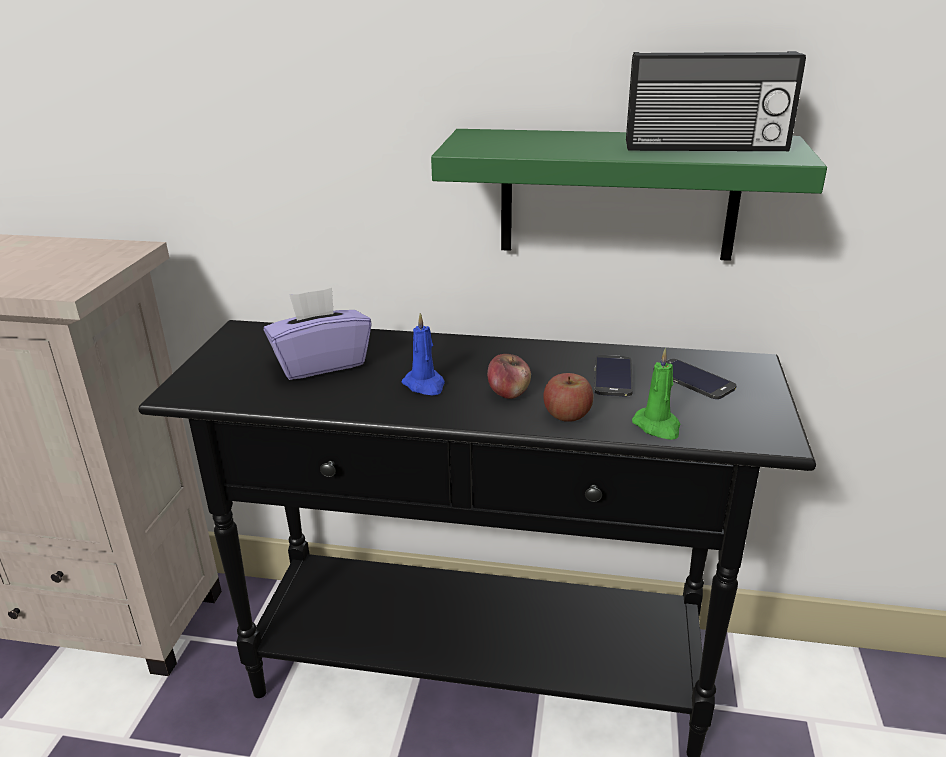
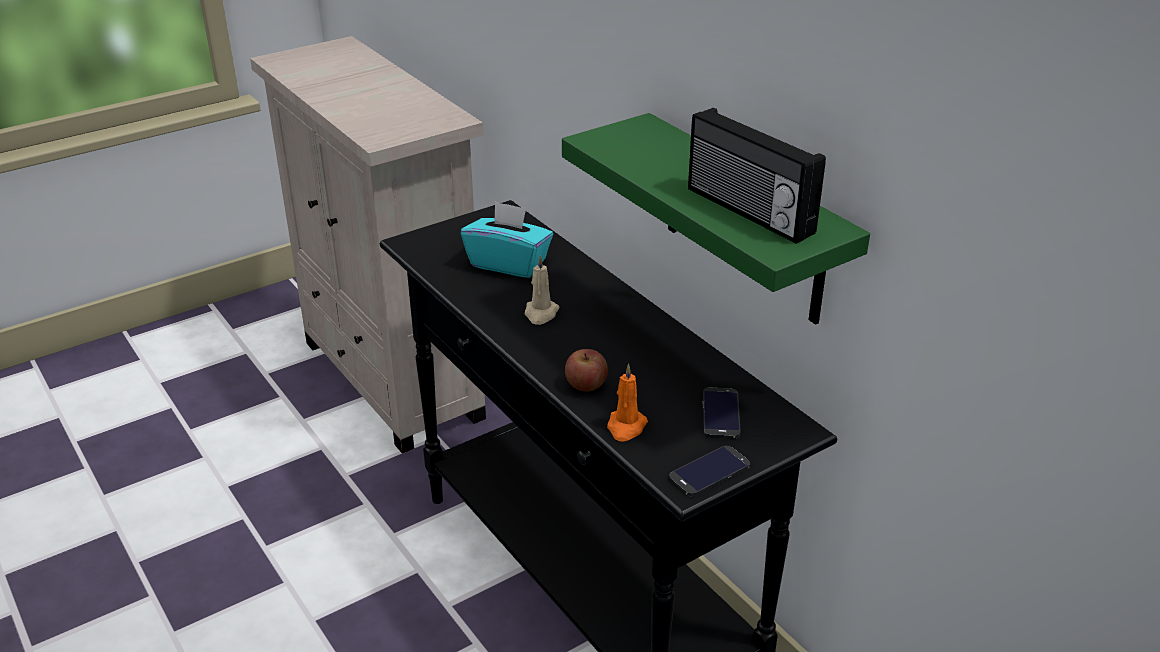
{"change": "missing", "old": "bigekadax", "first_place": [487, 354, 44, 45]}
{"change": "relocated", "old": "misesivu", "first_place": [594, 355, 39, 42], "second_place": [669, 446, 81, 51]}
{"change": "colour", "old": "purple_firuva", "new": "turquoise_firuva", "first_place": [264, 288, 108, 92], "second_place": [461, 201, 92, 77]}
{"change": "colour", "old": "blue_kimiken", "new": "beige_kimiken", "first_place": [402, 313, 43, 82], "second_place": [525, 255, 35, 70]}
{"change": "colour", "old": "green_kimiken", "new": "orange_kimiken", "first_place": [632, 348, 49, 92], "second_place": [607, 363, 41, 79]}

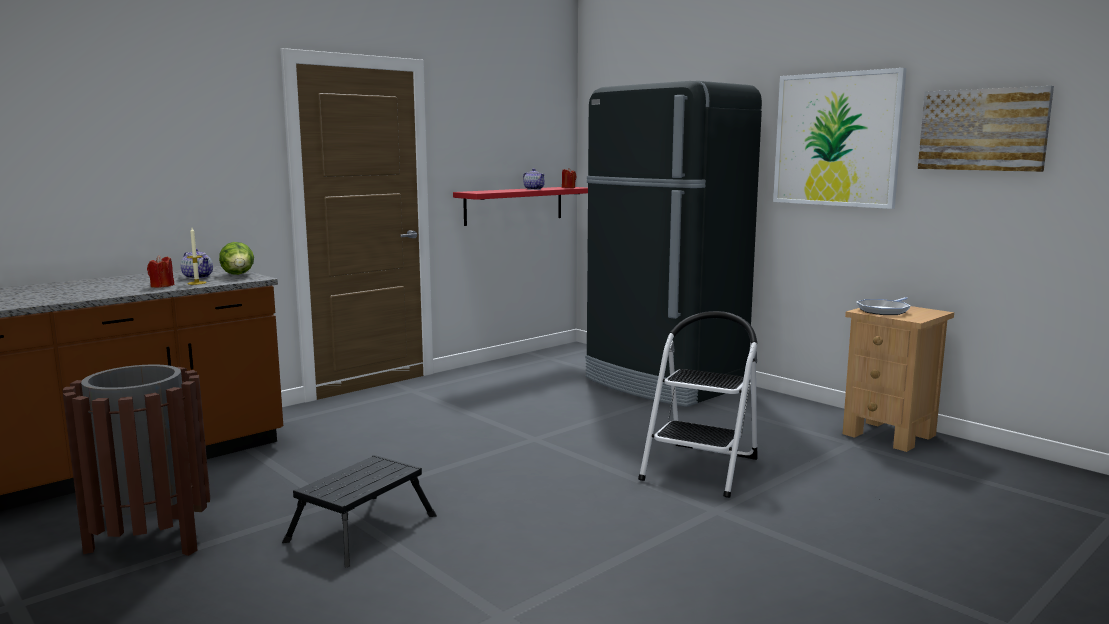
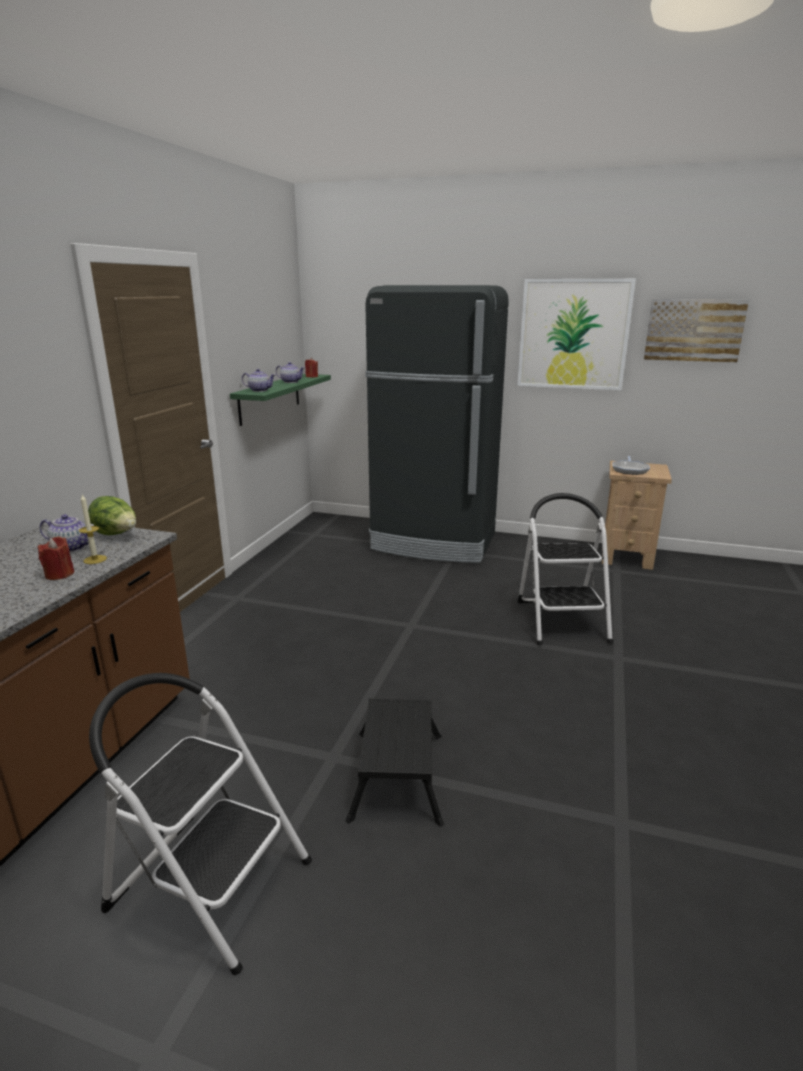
{"change": "appeared", "new": "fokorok", "second_place": [242, 369, 33, 23]}
{"change": "exchanged", "old": "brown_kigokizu", "new": "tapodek", "first_place": [62, 364, 148, 192], "second_place": [89, 673, 223, 302]}
{"change": "colour", "old": "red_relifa", "new": "green_relifa", "first_place": [453, 187, 135, 39], "second_place": [230, 374, 101, 52]}

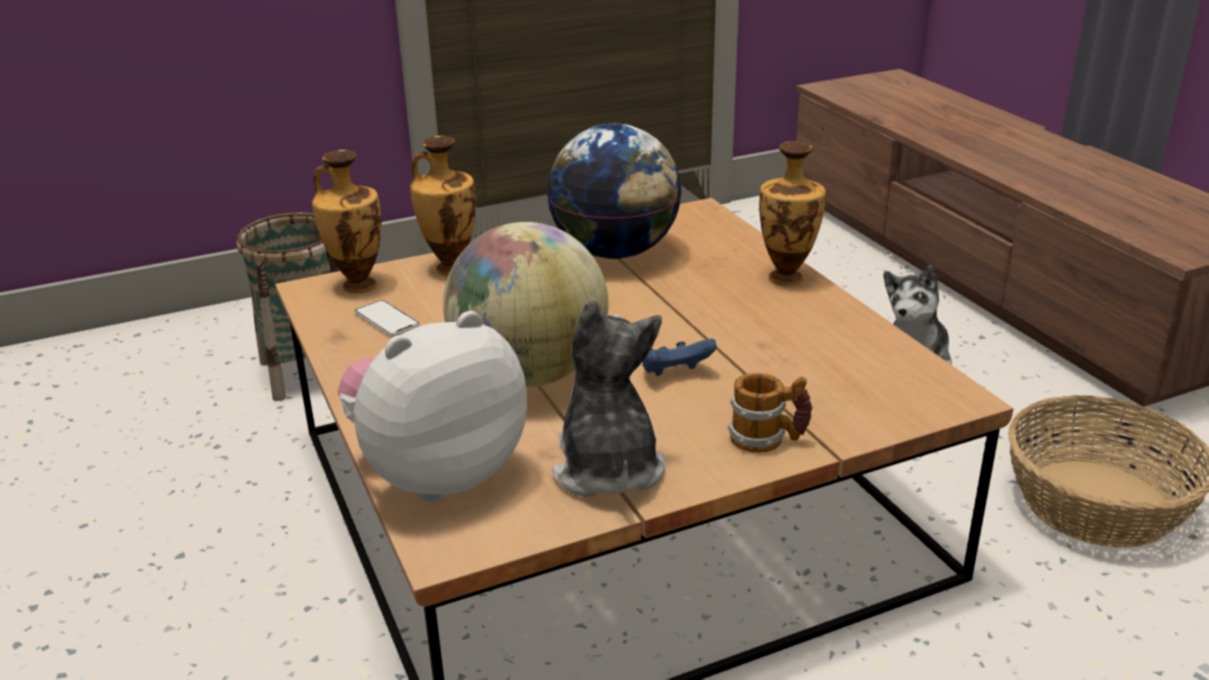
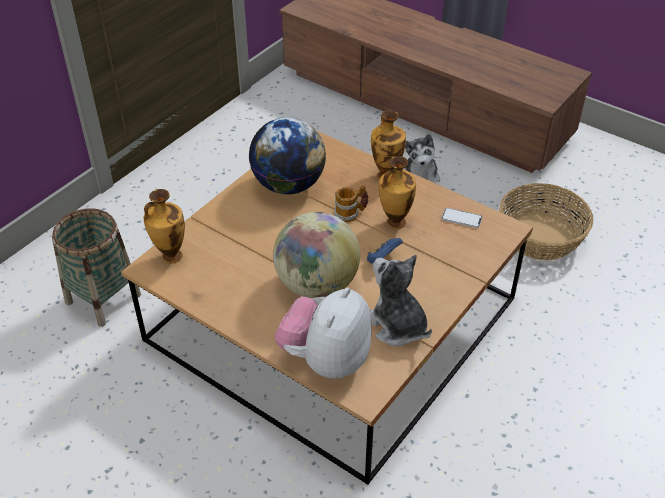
{"change": "relocated", "old": "misesivu", "first_place": [354, 300, 66, 36], "second_place": [441, 208, 42, 20]}
{"change": "relocated", "old": "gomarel", "first_place": [410, 136, 66, 140], "second_place": [379, 156, 37, 73]}
{"change": "relocated", "old": "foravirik", "first_place": [728, 373, 84, 80], "second_place": [334, 185, 34, 37]}

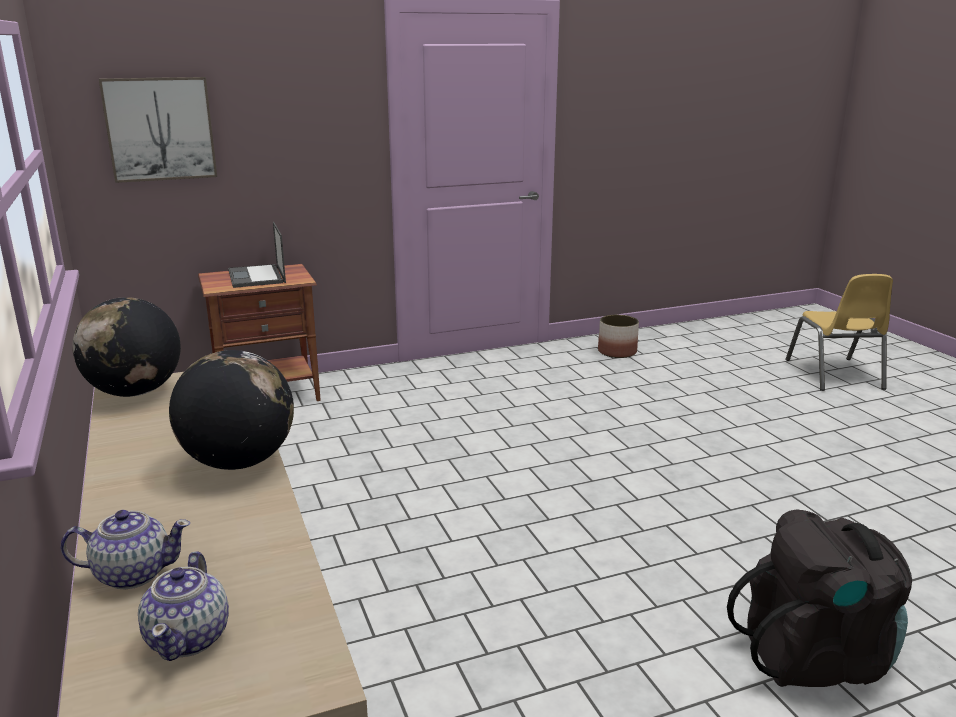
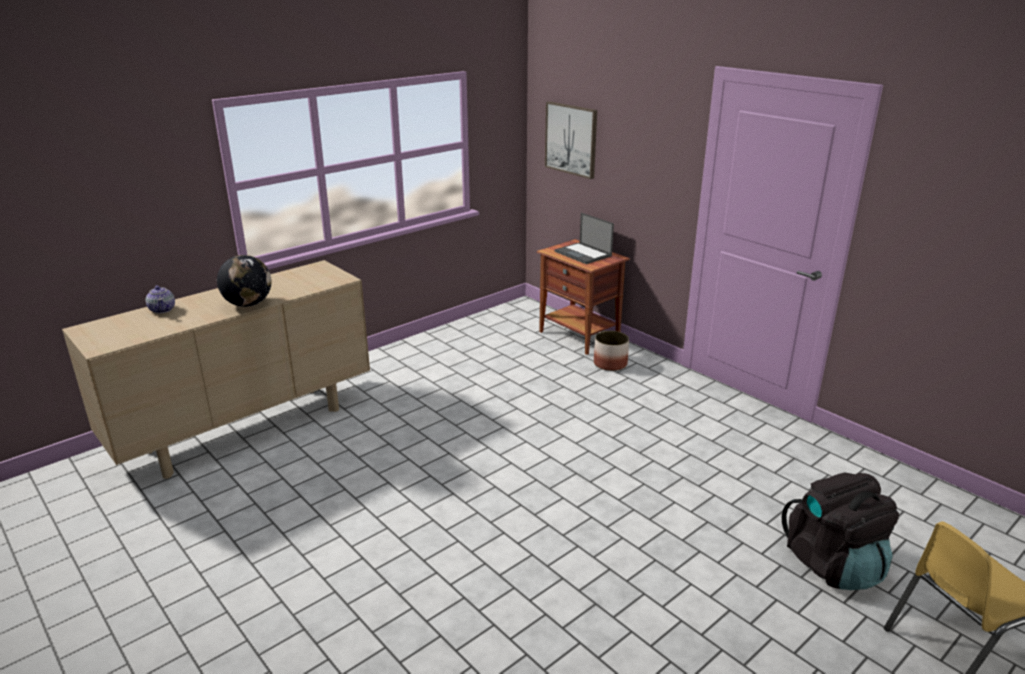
{"change": "missing", "old": "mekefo", "first_place": [72, 297, 109, 100]}
{"change": "missing", "old": "fokorok", "first_place": [138, 551, 91, 110]}
{"change": "relocated", "old": "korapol", "first_place": [598, 315, 41, 43], "second_place": [594, 331, 35, 40]}
{"change": "relocated", "old": "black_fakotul", "first_place": [727, 509, 185, 178], "second_place": [782, 472, 117, 118]}
{"change": "spun", "old": "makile", "first_place": [228, 222, 58, 66], "second_place": [555, 213, 59, 51], "degrees": -90}

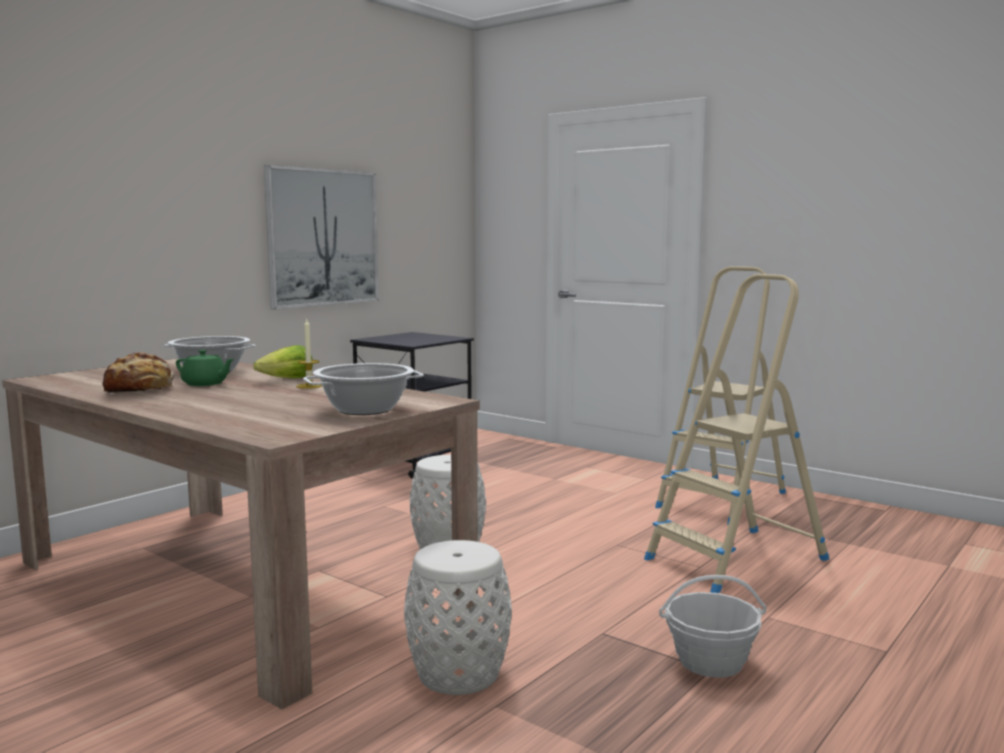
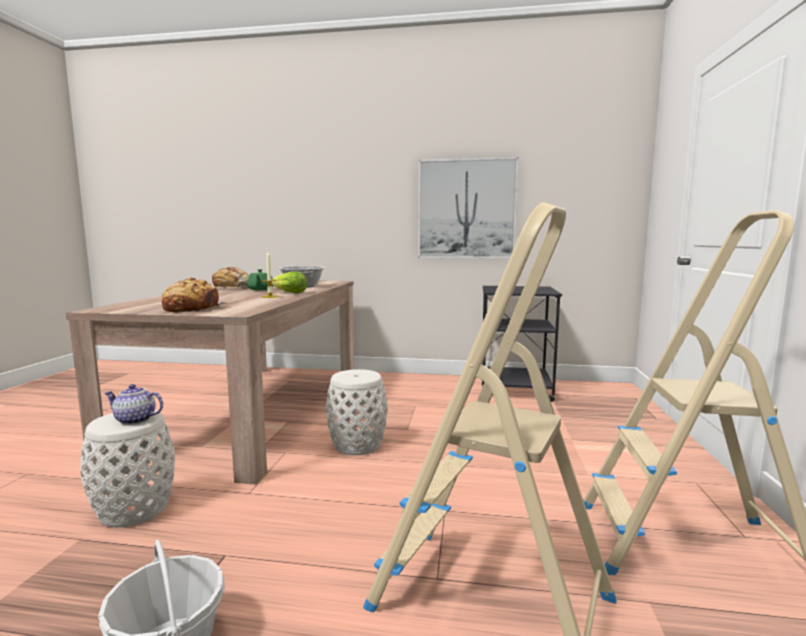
{"change": "appeared", "new": "fokorok", "second_place": [105, 384, 58, 41]}
{"change": "exchanged", "old": "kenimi", "new": "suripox", "first_place": [303, 363, 121, 52], "second_place": [162, 278, 65, 34]}

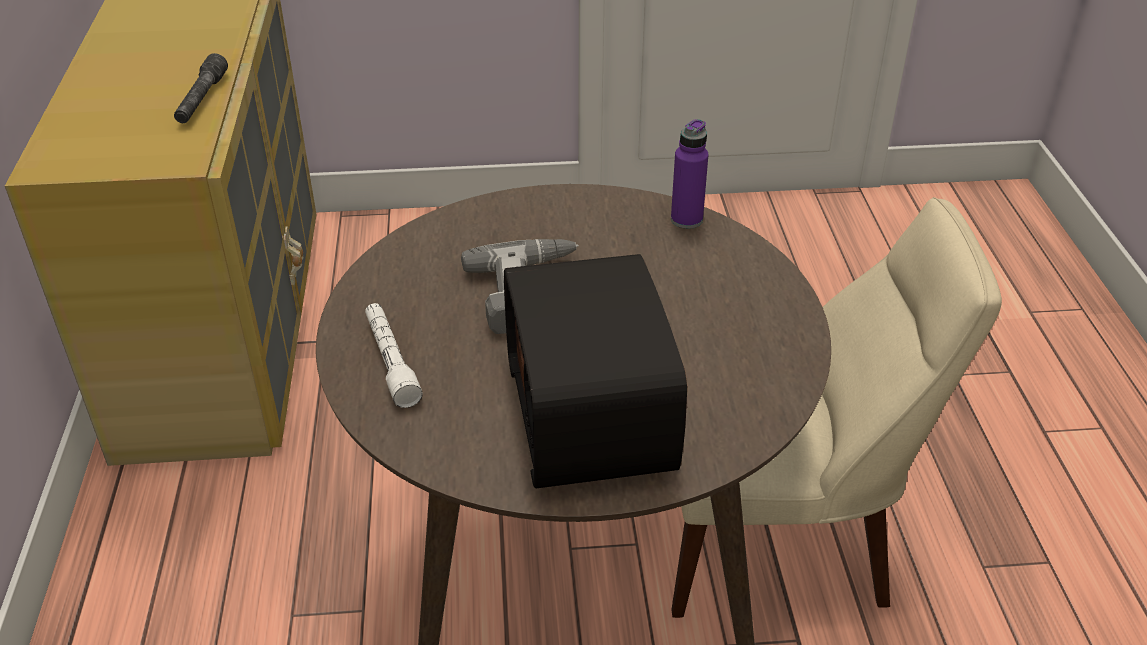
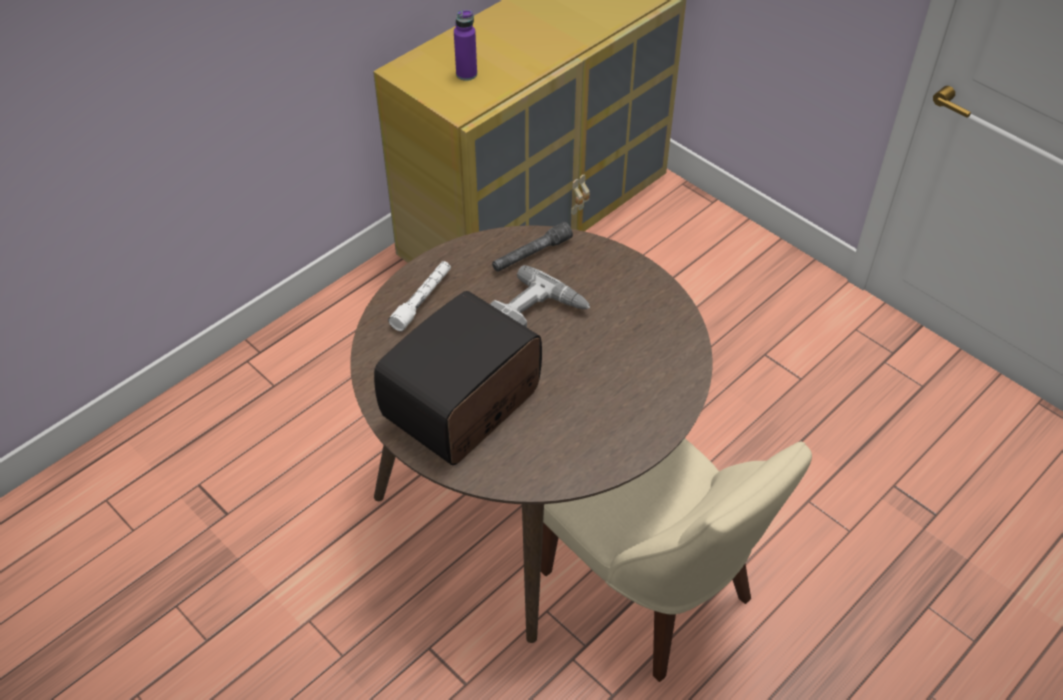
{"change": "relocated", "old": "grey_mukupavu", "first_place": [174, 53, 54, 70], "second_place": [492, 222, 81, 50]}
{"change": "relocated", "old": "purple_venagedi", "first_place": [671, 119, 37, 110], "second_place": [454, 10, 23, 71]}

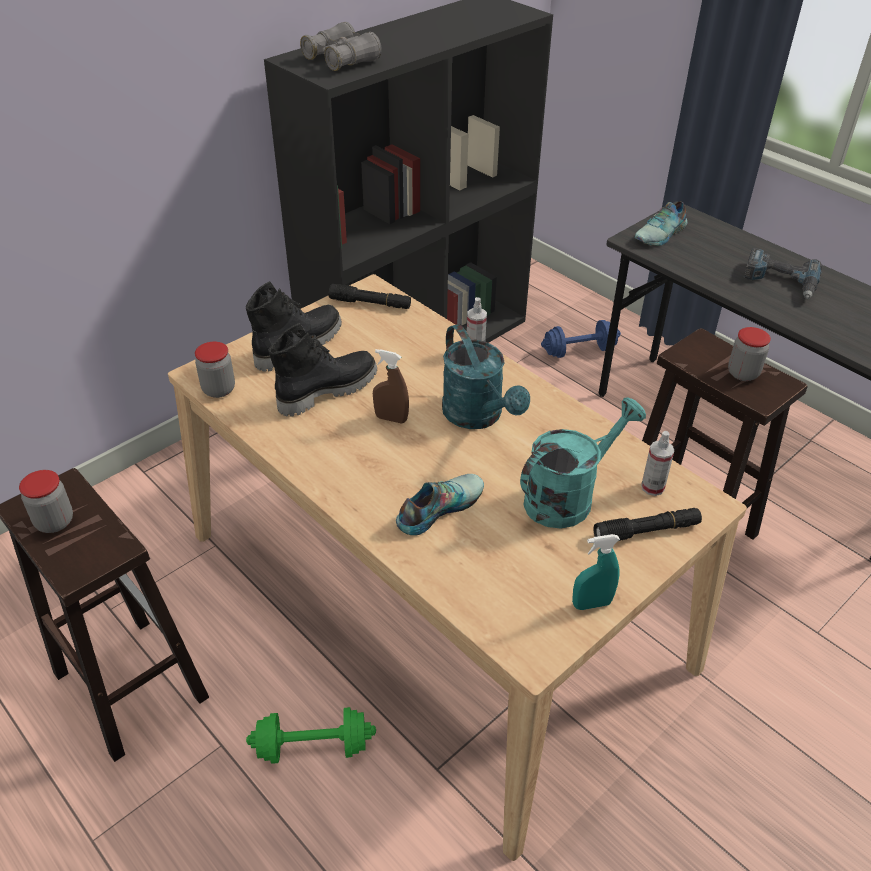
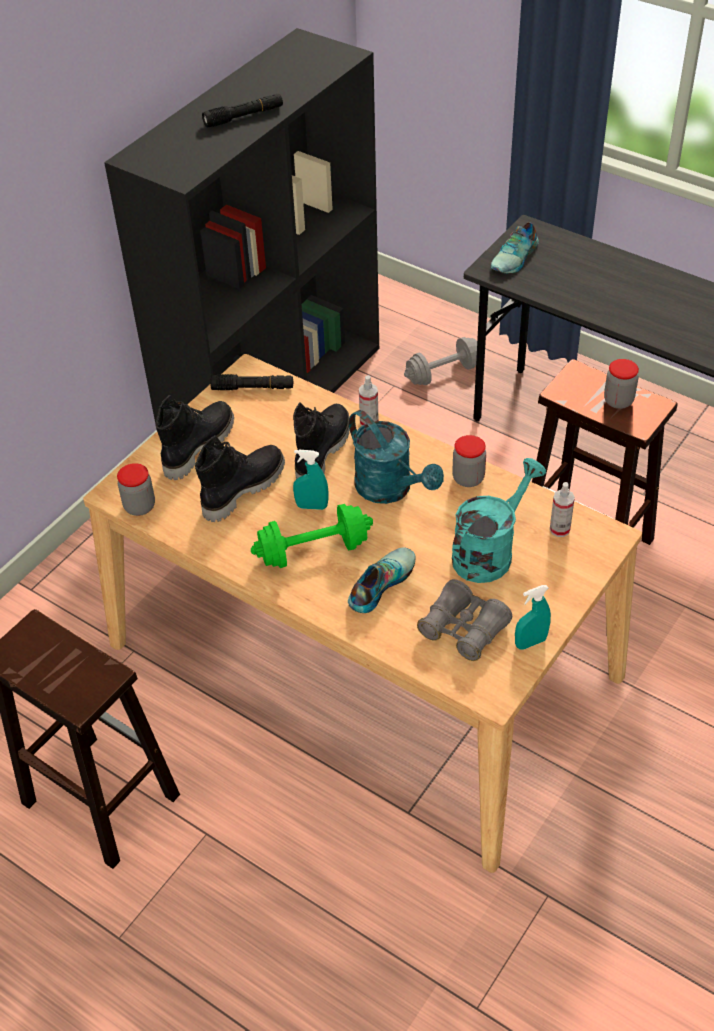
{"change": "missing", "old": "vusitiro", "first_place": [743, 248, 79, 51]}
{"change": "appeared", "new": "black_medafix", "second_place": [293, 402, 57, 77]}
{"change": "relocated", "old": "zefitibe", "first_place": [19, 470, 54, 63], "second_place": [452, 435, 34, 52]}
{"change": "relocated", "old": "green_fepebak", "first_place": [246, 707, 130, 57], "second_place": [251, 504, 122, 64]}
{"change": "relocated", "old": "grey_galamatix", "first_place": [300, 22, 82, 49], "second_place": [417, 579, 95, 82]}
{"change": "relocated", "old": "black_mukupavu", "first_place": [593, 508, 109, 33], "second_place": [202, 94, 81, 33]}
{"change": "colour", "old": "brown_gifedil", "new": "turquoise_gifedil", "first_place": [373, 349, 36, 74], "second_place": [293, 450, 36, 60]}
{"change": "colour", "old": "blue_fepebak", "new": "grey_fepebak", "first_place": [541, 320, 80, 38], "second_place": [404, 337, 73, 48]}

